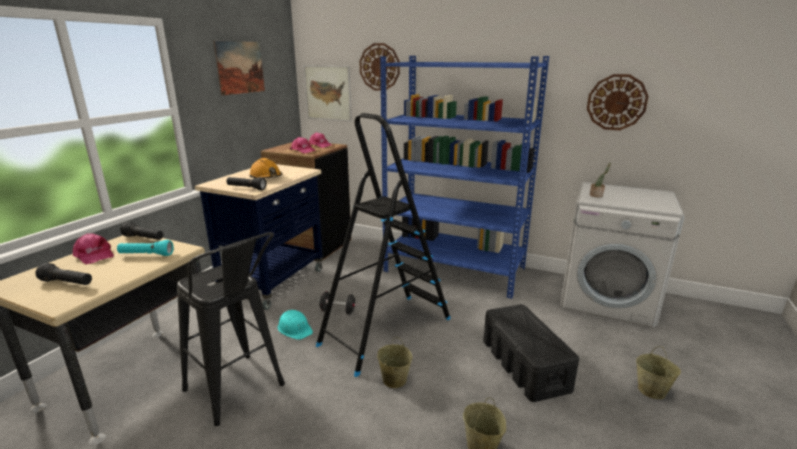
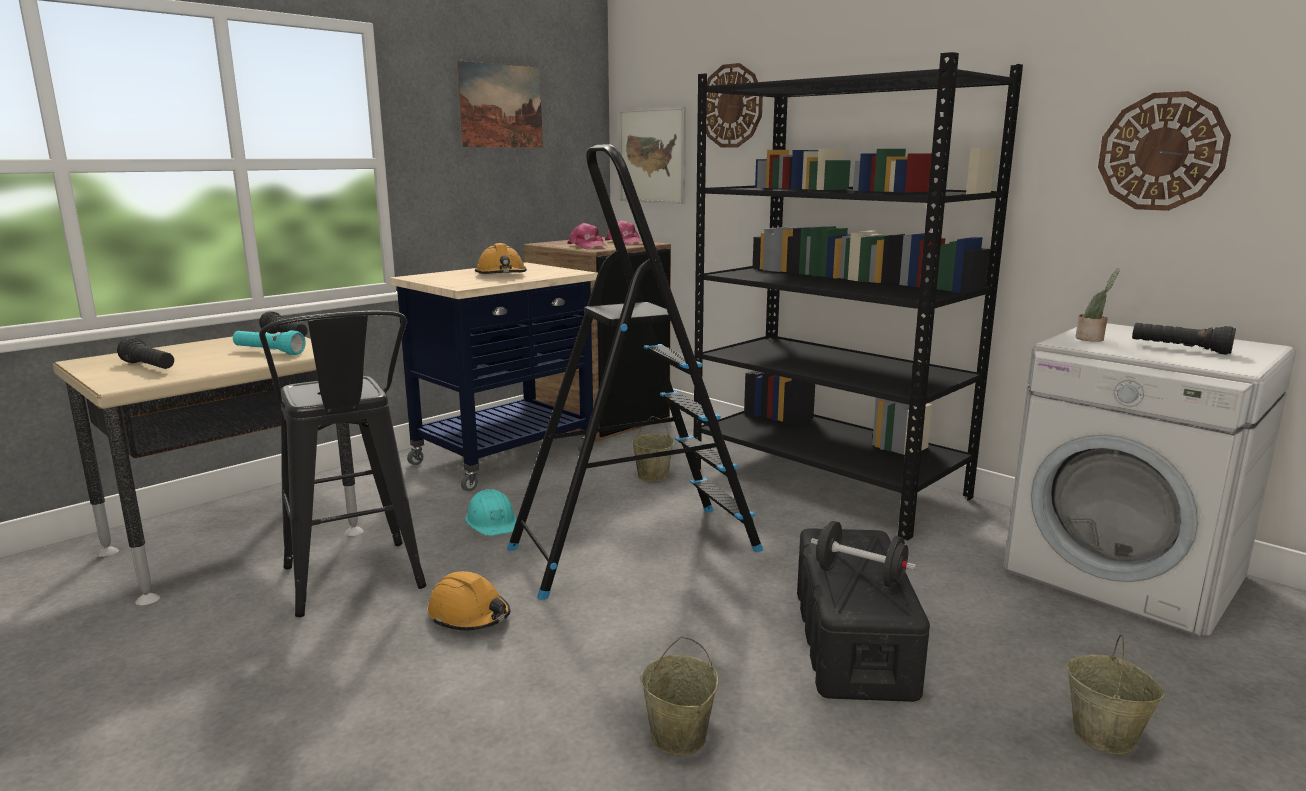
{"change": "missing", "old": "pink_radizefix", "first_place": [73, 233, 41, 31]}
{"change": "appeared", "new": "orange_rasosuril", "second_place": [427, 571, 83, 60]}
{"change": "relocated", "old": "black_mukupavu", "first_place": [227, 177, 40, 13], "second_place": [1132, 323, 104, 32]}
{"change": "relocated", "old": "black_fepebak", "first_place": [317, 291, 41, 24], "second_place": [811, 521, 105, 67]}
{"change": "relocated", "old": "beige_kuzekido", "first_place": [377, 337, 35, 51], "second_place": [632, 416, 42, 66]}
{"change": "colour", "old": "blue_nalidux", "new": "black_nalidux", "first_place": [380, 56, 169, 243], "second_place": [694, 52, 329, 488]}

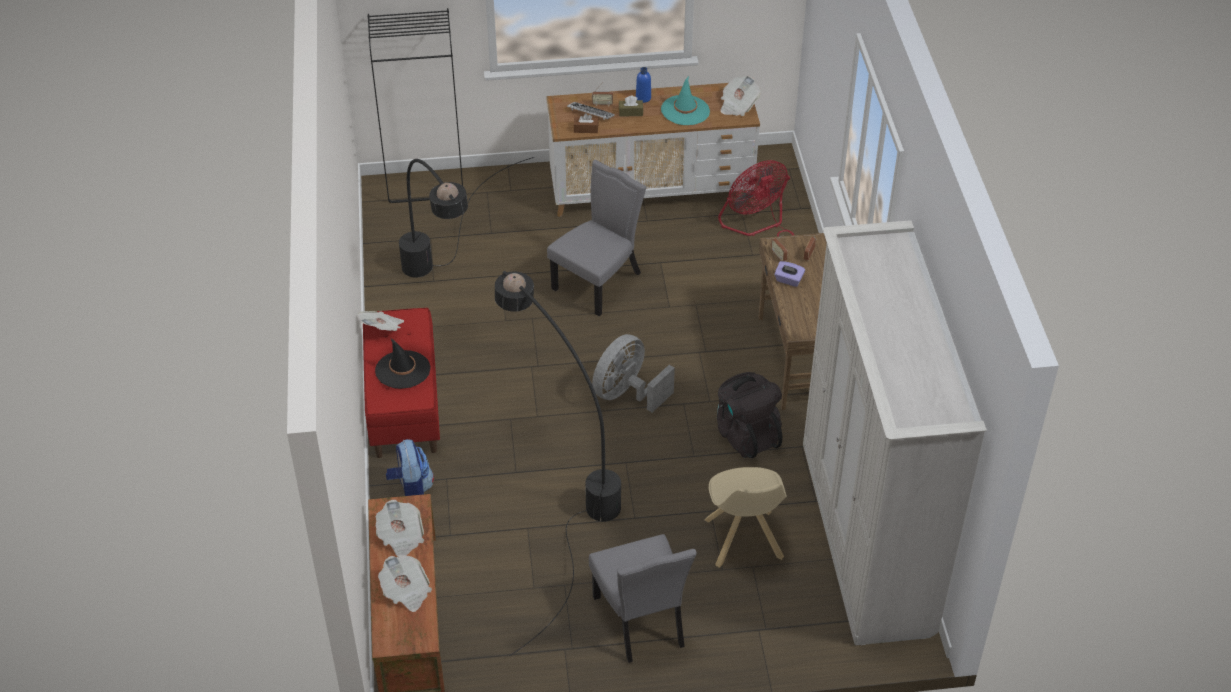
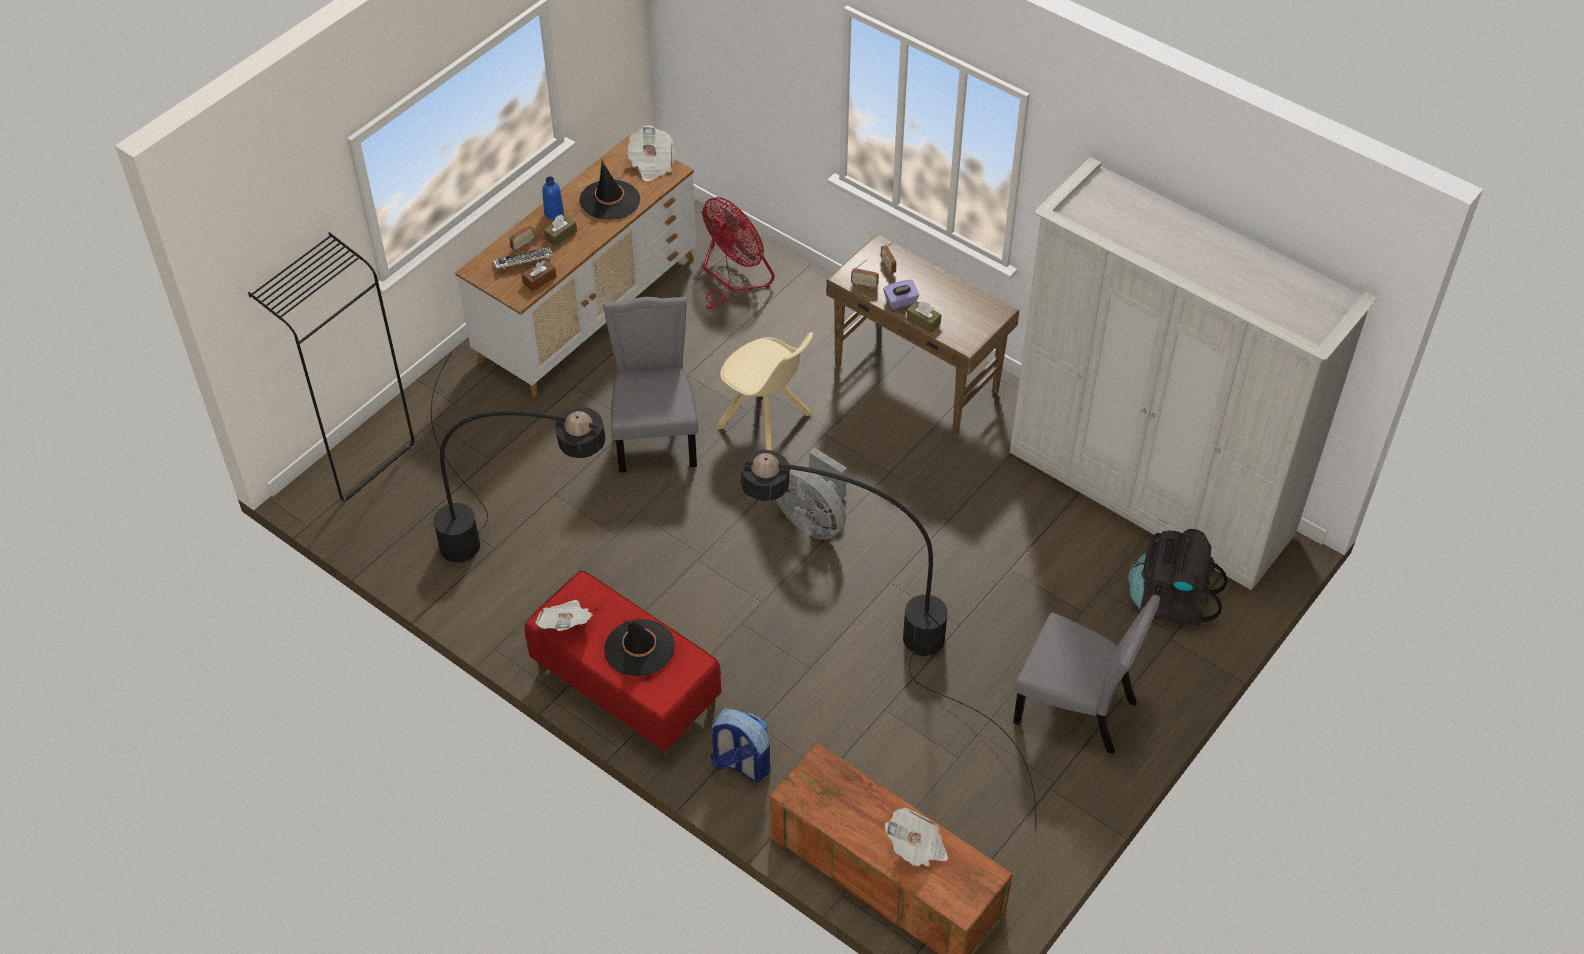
{"change": "missing", "old": "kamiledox", "first_place": [376, 500, 48, 57]}
{"change": "appeared", "new": "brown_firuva", "second_place": [907, 301, 34, 32]}
{"change": "relocated", "old": "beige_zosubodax", "first_place": [704, 467, 83, 101], "second_place": [716, 332, 97, 118]}
{"change": "relocated", "old": "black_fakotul", "first_place": [717, 372, 65, 86], "second_place": [1128, 529, 99, 97]}
{"change": "colour", "old": "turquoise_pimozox", "new": "black_pimozox", "first_place": [661, 76, 49, 49], "second_place": [579, 160, 61, 60]}
{"change": "spun", "old": "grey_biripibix", "first_place": [592, 334, 83, 78], "second_place": [776, 448, 71, 91], "degrees": -45}
{"change": "spun", "old": "red_biripibix", "first_place": [718, 160, 76, 77], "second_place": [701, 197, 74, 112], "degrees": 120}

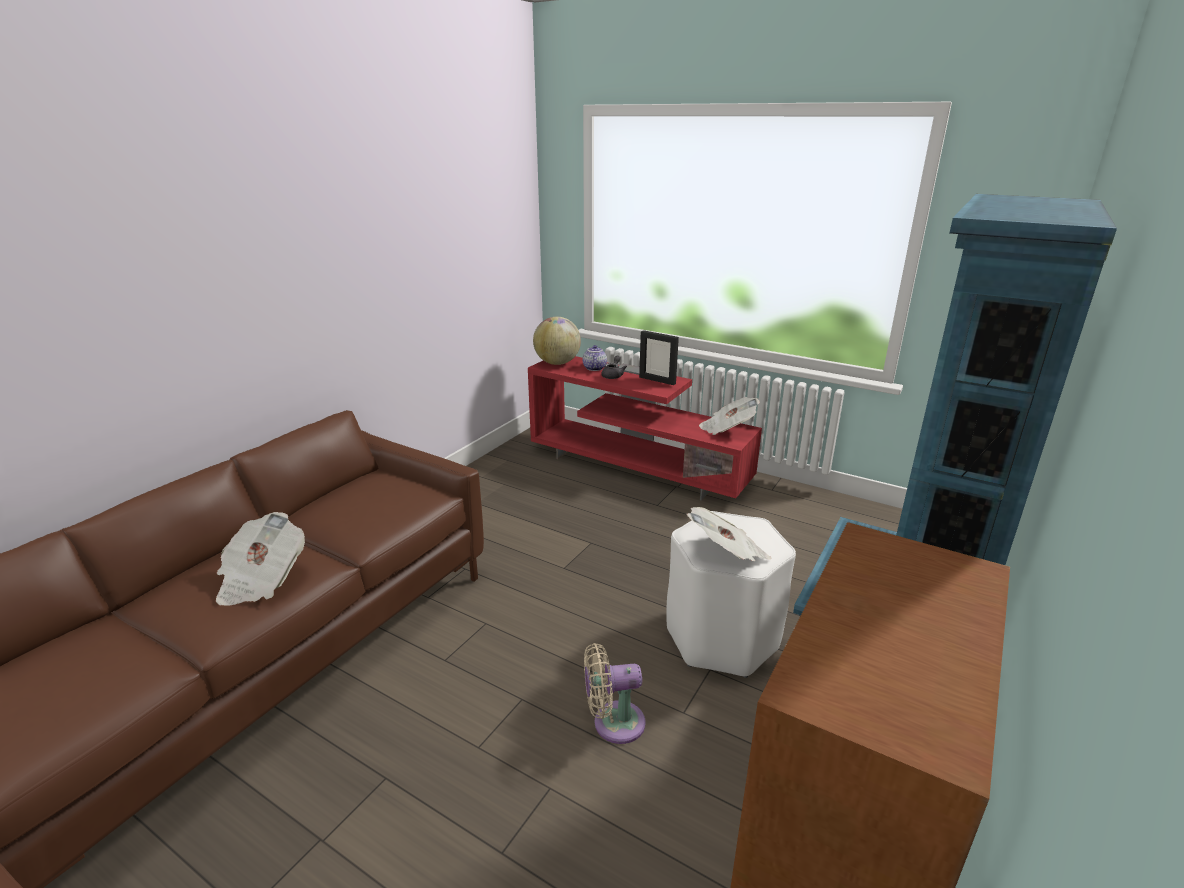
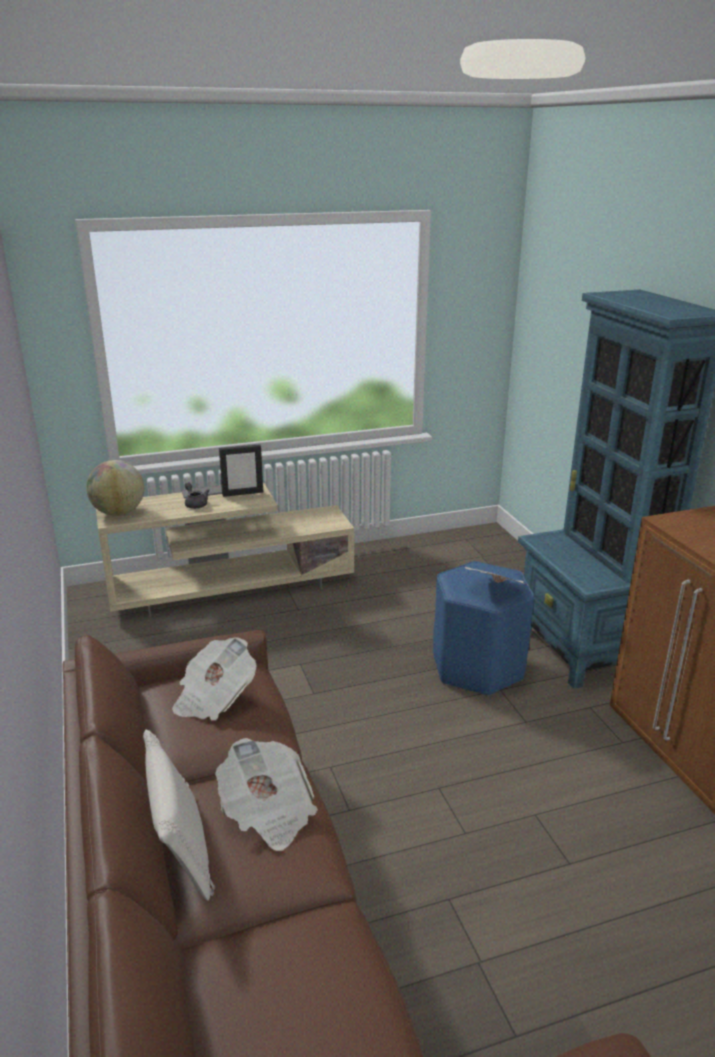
{"change": "missing", "old": "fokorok", "first_place": [582, 345, 25, 26]}
{"change": "missing", "old": "beige_biripibix", "first_place": [584, 643, 61, 101]}
{"change": "appeared", "new": "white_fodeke", "second_place": [143, 730, 72, 171]}
{"change": "relocated", "old": "kamiledox", "first_place": [699, 397, 61, 38], "second_place": [172, 637, 84, 84]}
{"change": "colour", "old": "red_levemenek", "new": "beige_levemenek", "first_place": [528, 356, 234, 144], "second_place": [96, 482, 258, 135]}
{"change": "colour", "old": "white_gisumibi", "new": "blue_gisumibi", "first_place": [666, 511, 130, 167], "second_place": [433, 561, 101, 136]}

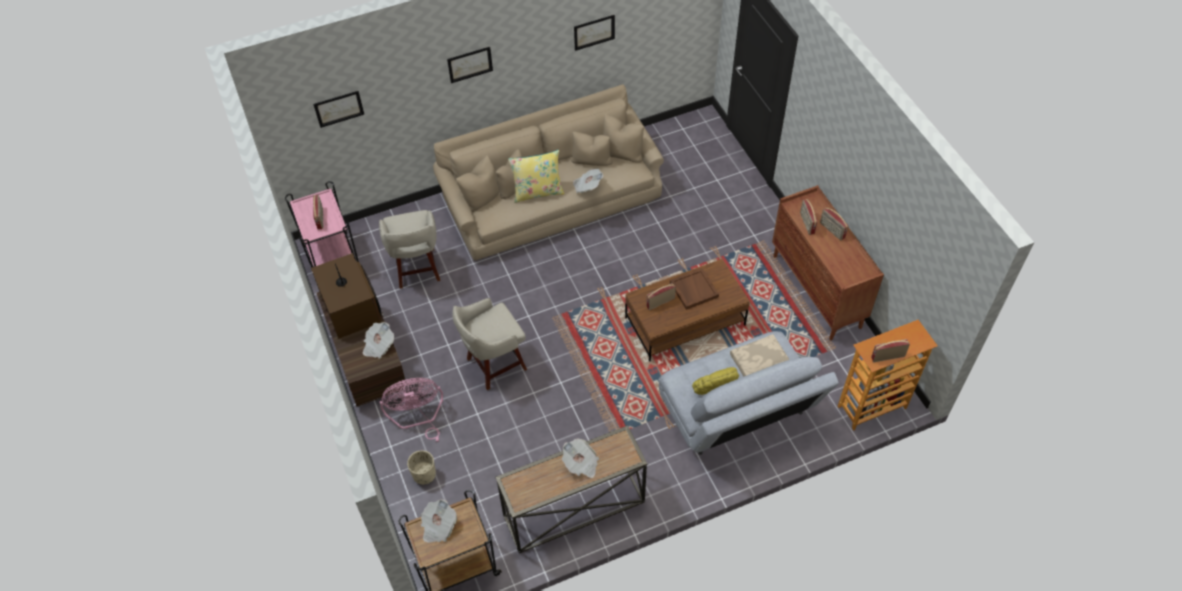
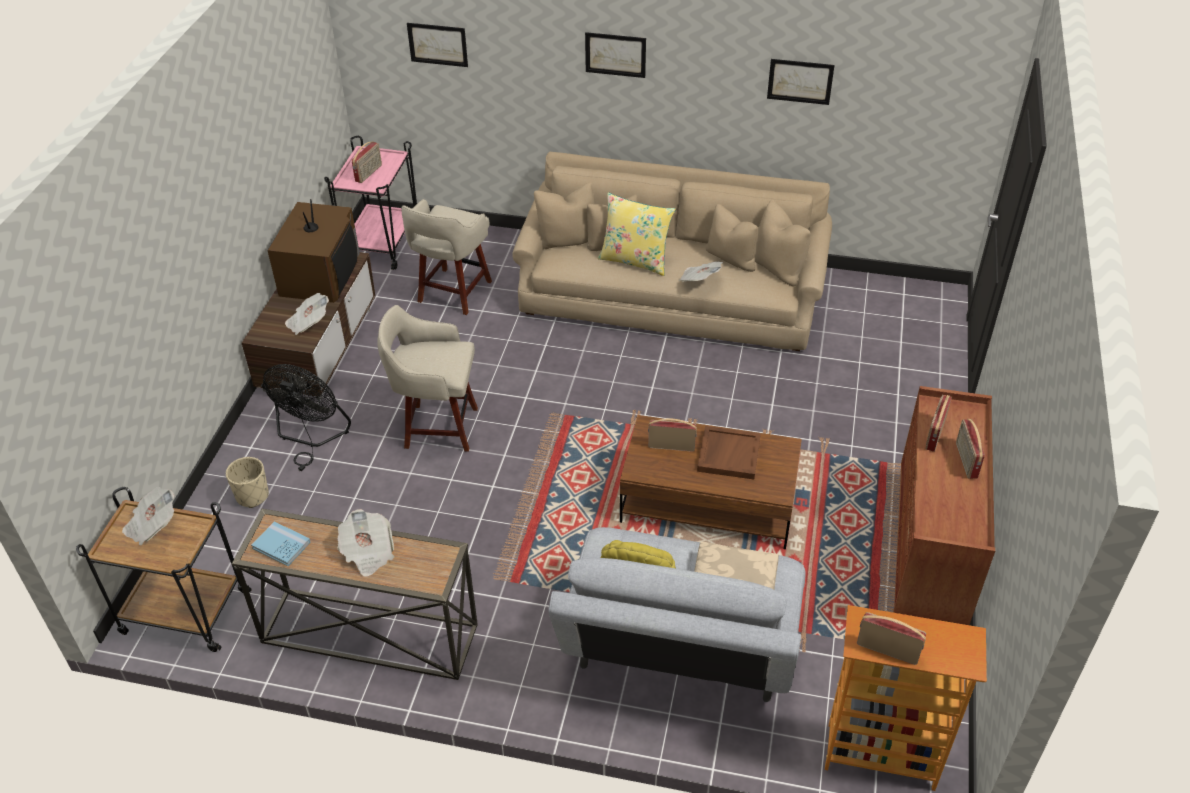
{"change": "appeared", "new": "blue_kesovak", "second_place": [251, 522, 60, 44]}
{"change": "colour", "old": "pink_biripibix", "new": "black_biripibix", "first_place": [380, 378, 63, 64], "second_place": [261, 364, 90, 107]}

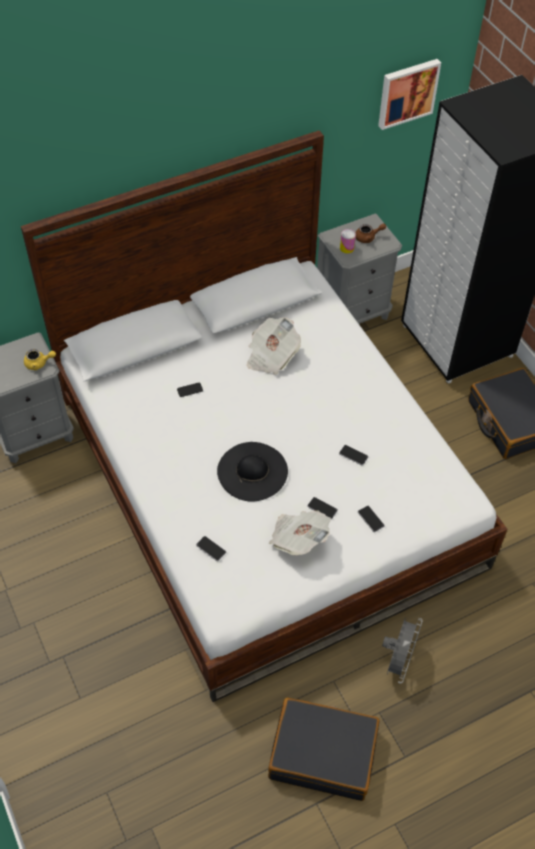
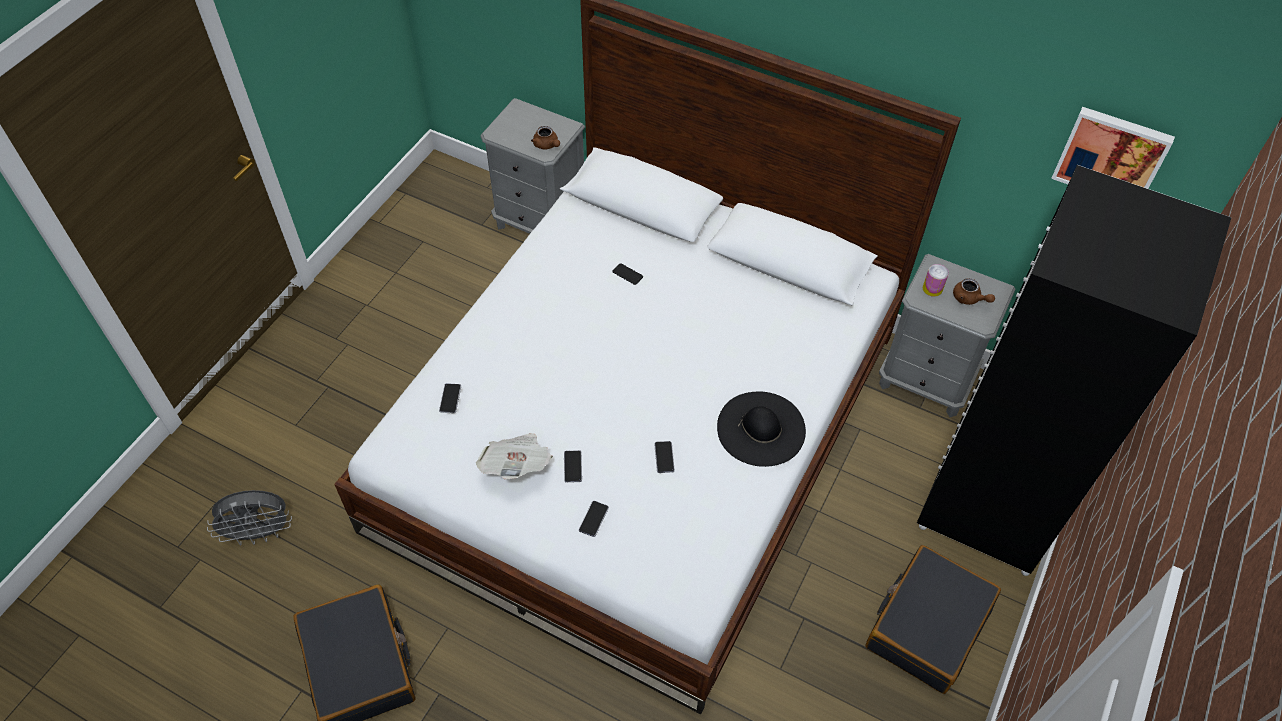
{"change": "missing", "old": "kamiledox", "first_place": [247, 318, 54, 57]}
{"change": "relocated", "old": "black_pimozox", "first_place": [217, 442, 71, 60], "second_place": [717, 392, 89, 75]}
{"change": "relocated", "old": "grey_biripibix", "first_place": [382, 617, 41, 66], "second_place": [207, 490, 85, 56]}
{"change": "colour", "old": "yellow_fokorok", "new": "brown_fokorok", "first_place": [24, 349, 32, 21], "second_place": [531, 126, 29, 23]}

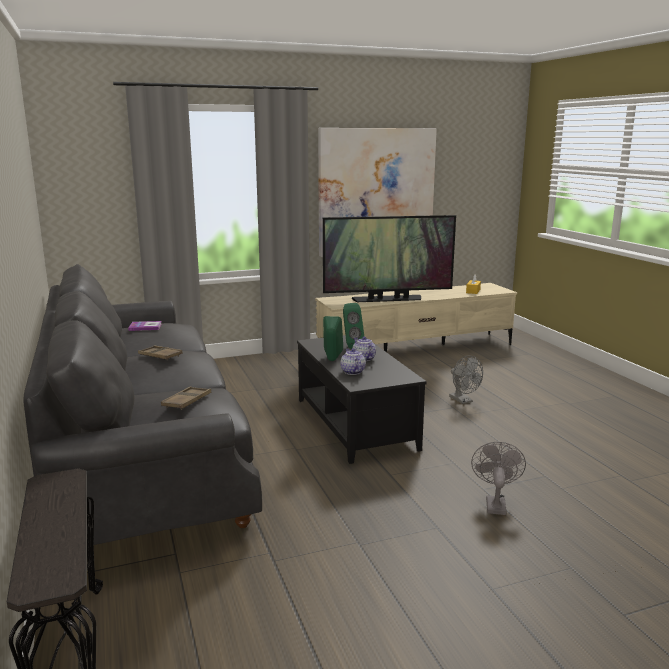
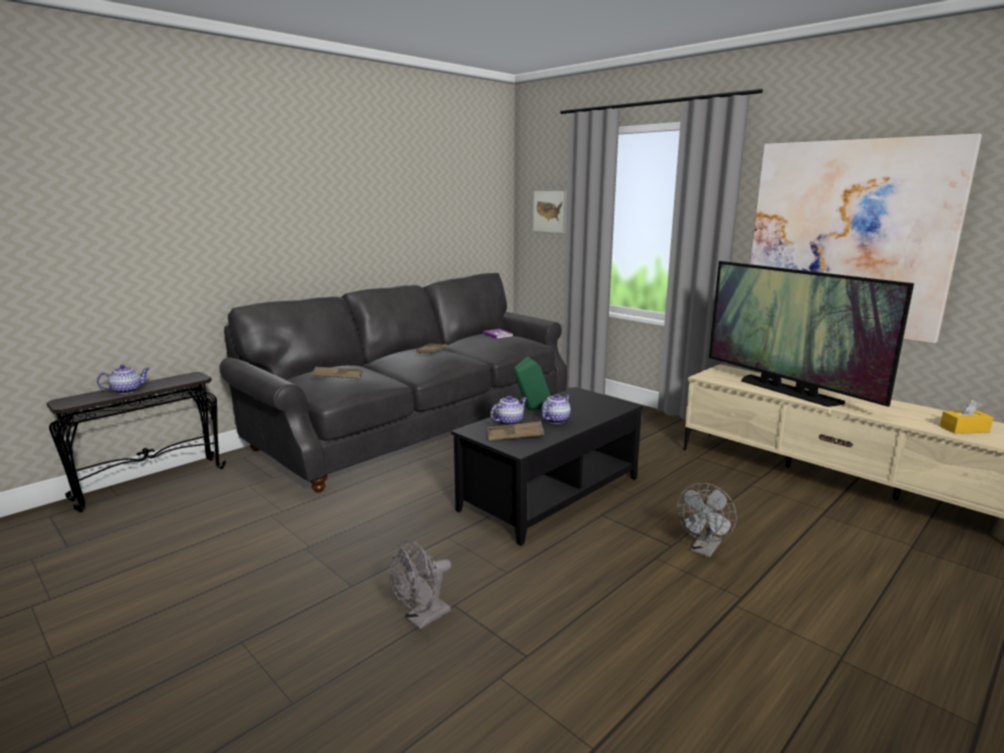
{"change": "missing", "old": "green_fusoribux", "first_place": [343, 303, 21, 46]}
{"change": "appeared", "new": "fokorok", "second_place": [97, 365, 53, 29]}
{"change": "appeared", "new": "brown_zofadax", "second_place": [487, 421, 57, 20]}
{"change": "appeared", "new": "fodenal", "second_place": [532, 189, 35, 45]}
{"change": "spun", "old": "grey_biripibix", "first_place": [471, 442, 55, 73], "second_place": [390, 540, 61, 90], "degrees": 150}

